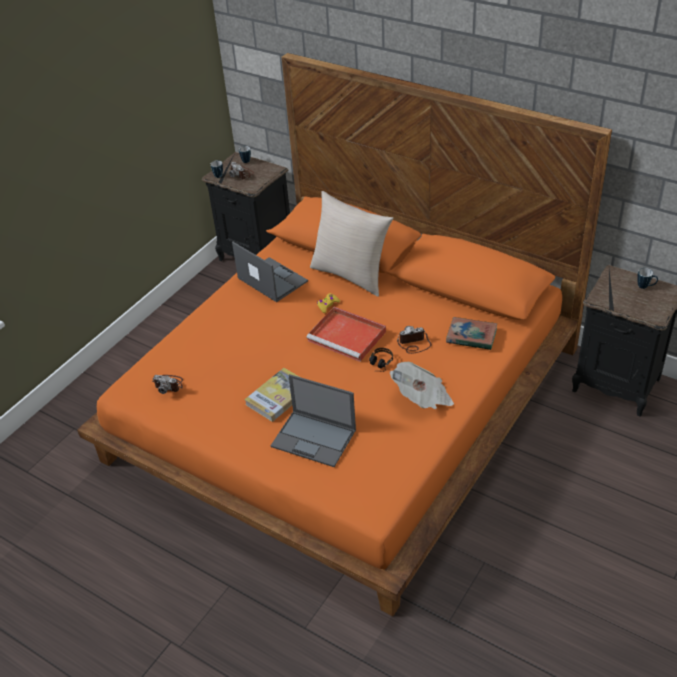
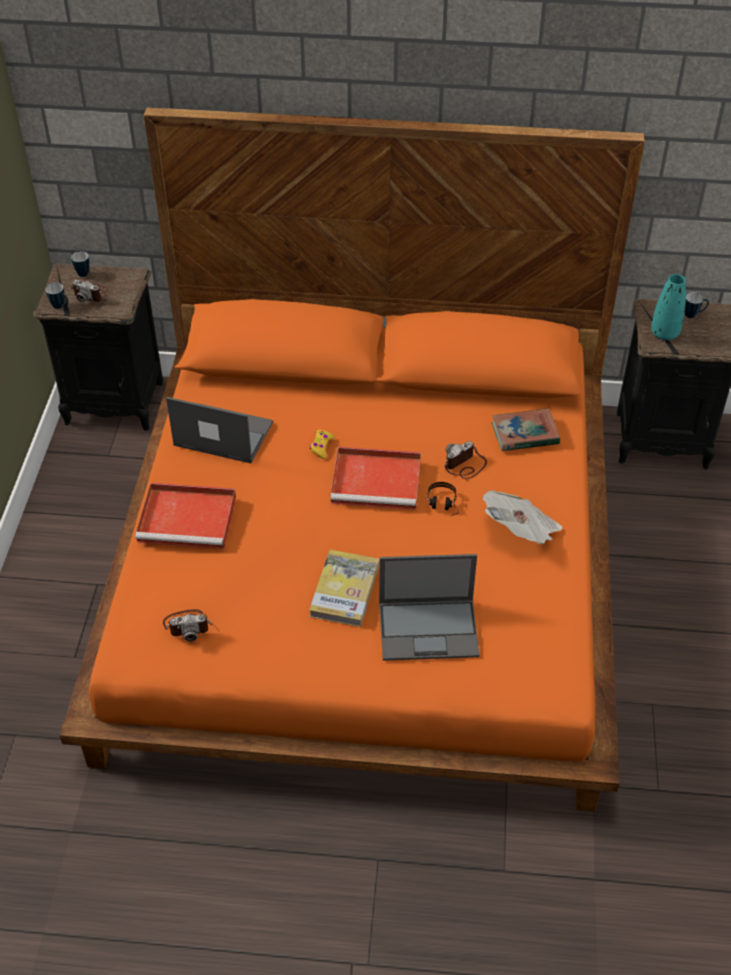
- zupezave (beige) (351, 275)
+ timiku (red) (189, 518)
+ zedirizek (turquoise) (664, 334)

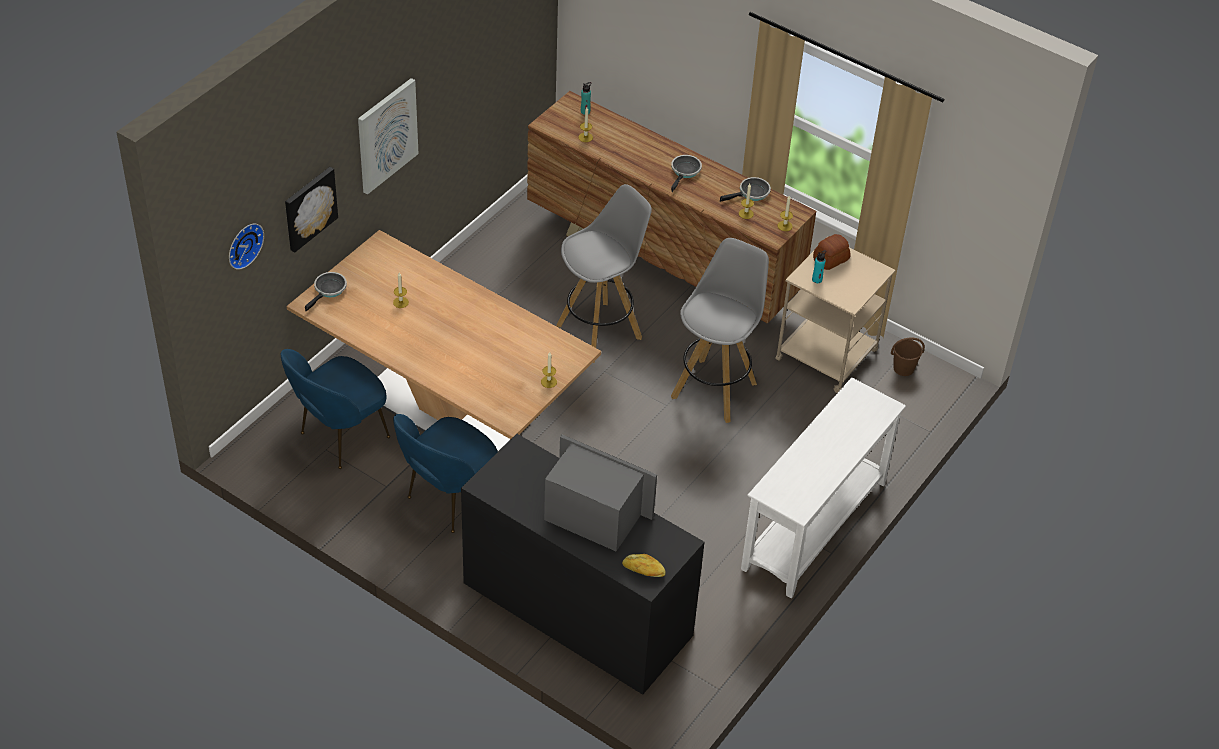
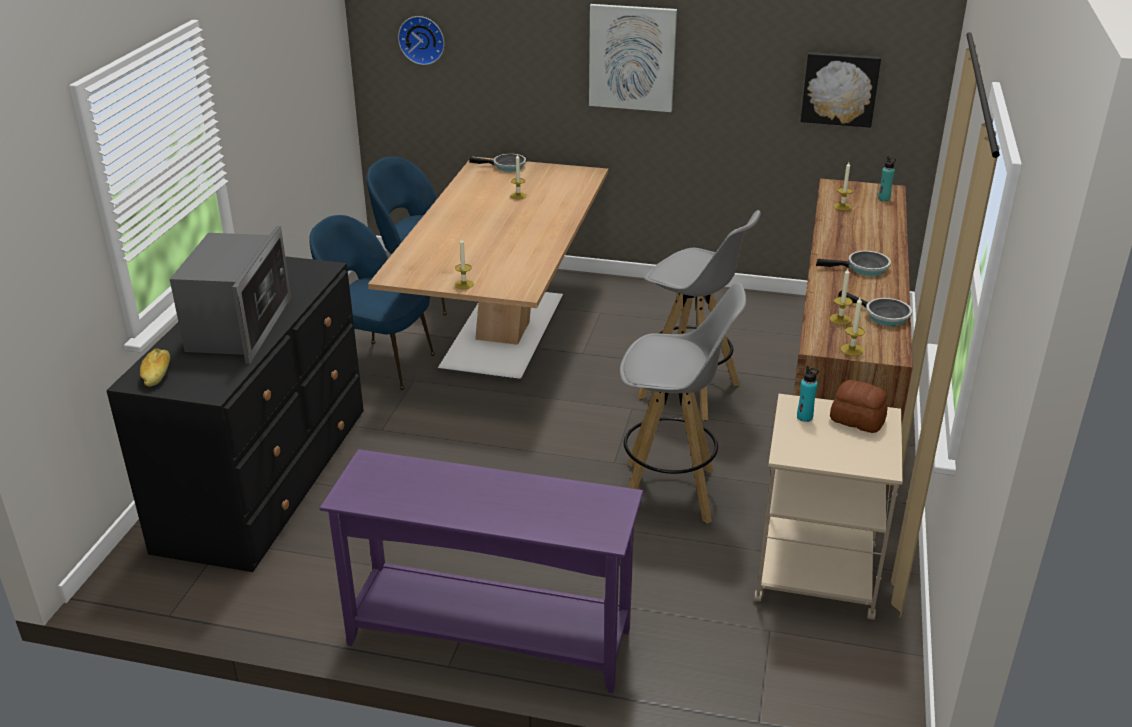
- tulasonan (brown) (904, 368)
~ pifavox (309, 208) to (840, 88)
~ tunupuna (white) (814, 527) to tunupuna (purple) (488, 637)

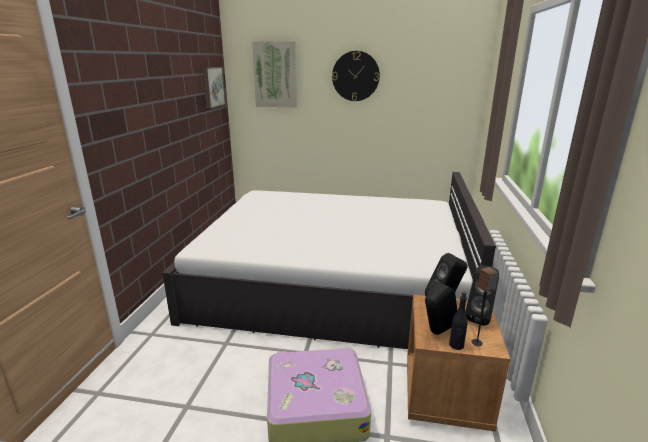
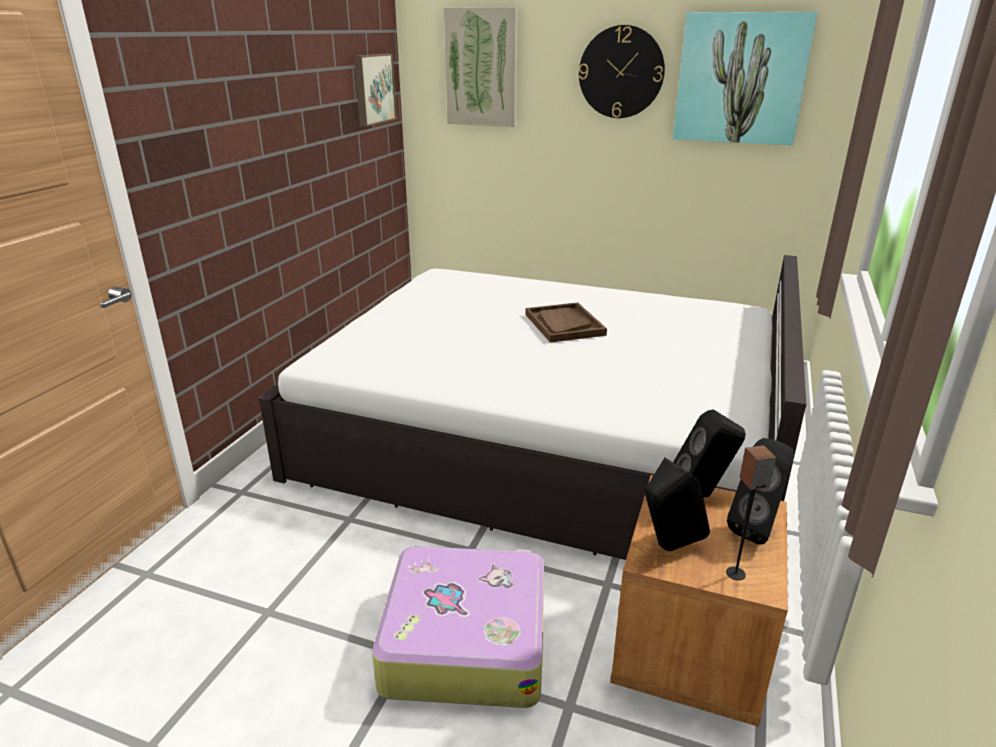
- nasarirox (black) (456, 345)
+ timiku (brown) (564, 324)
+ pifavox (740, 79)

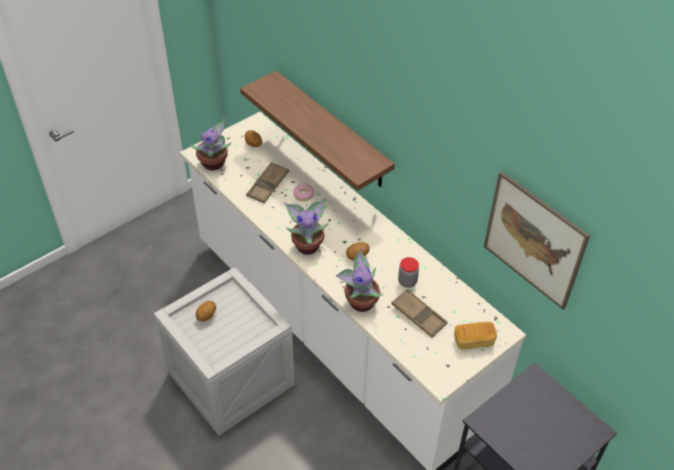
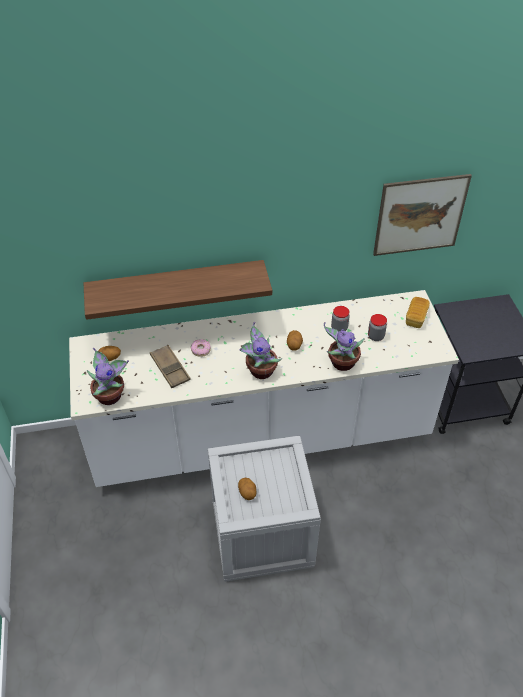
~ timiku (brown) (418, 315) to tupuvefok (375, 336)

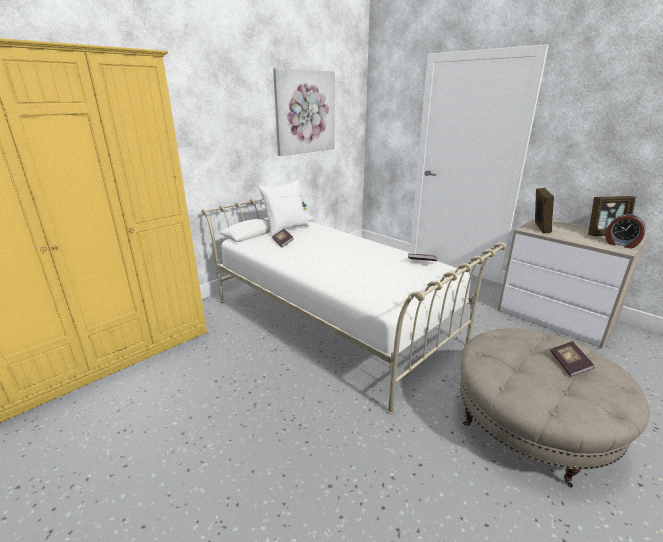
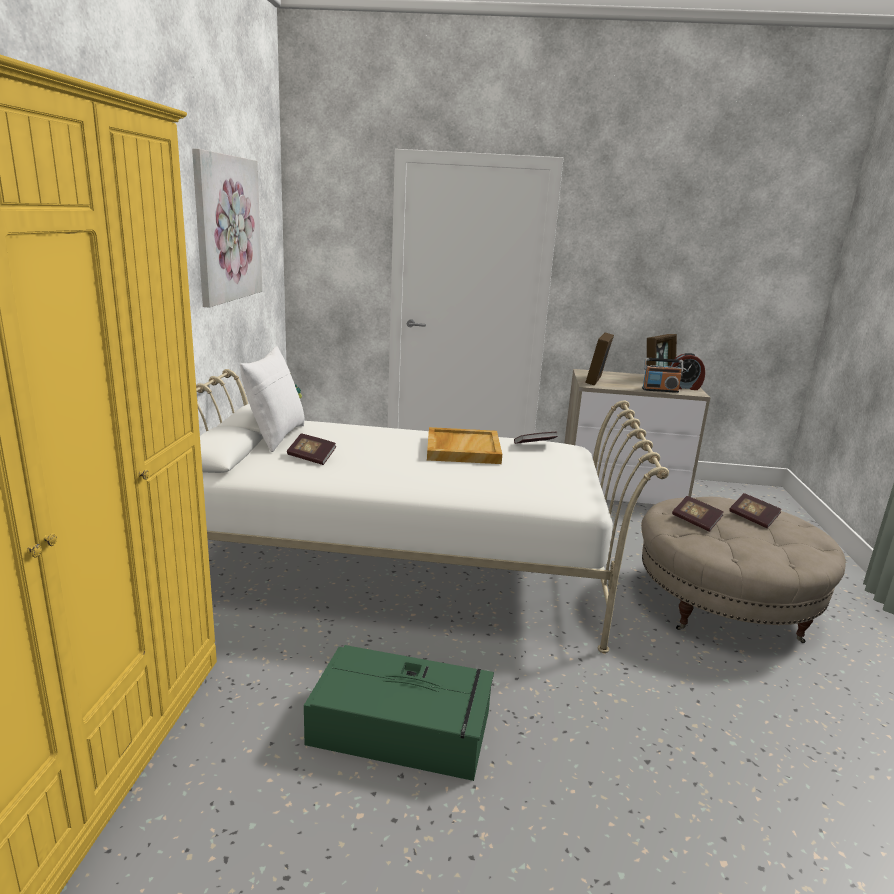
+ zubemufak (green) (403, 728)
+ timiku (beige) (462, 449)
+ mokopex (660, 390)
+ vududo (695, 521)
~ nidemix (539, 227) = (596, 381) 135 degrees counterclockwise

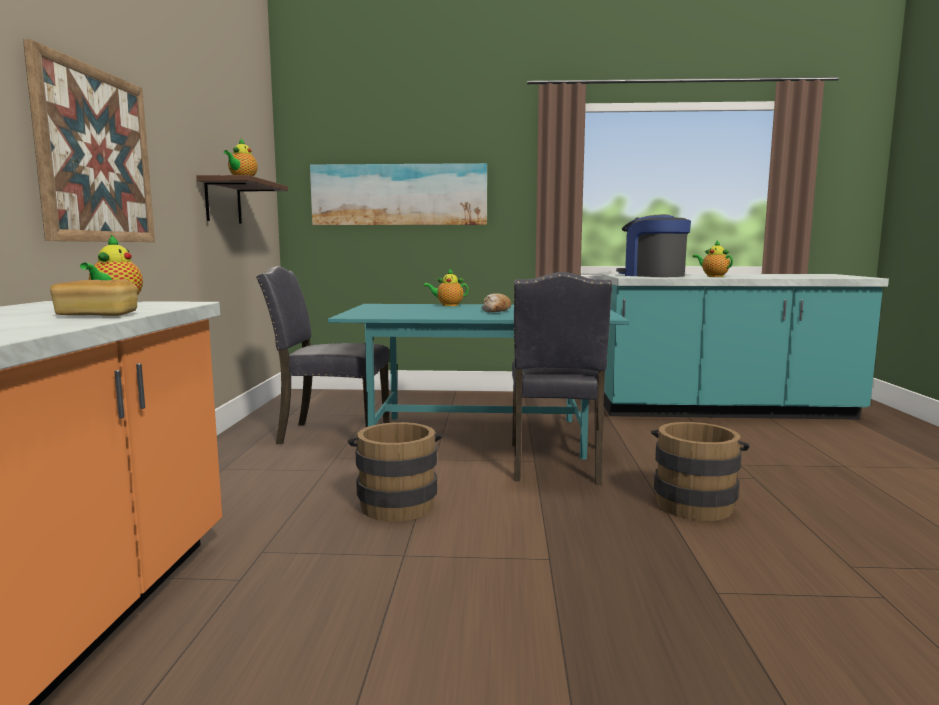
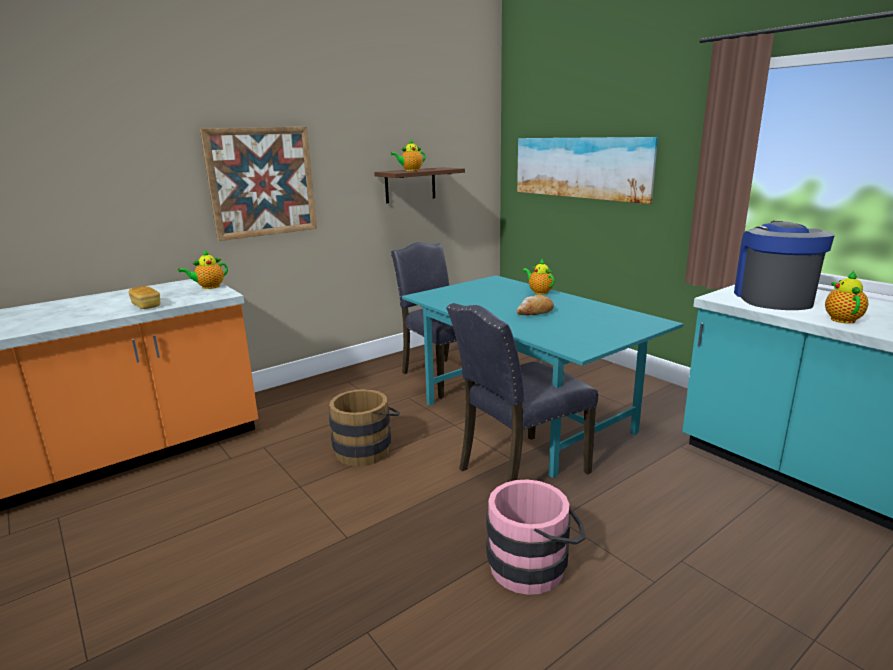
~ tulasonan (brown) (695, 502) to tulasonan (pink) (534, 565)

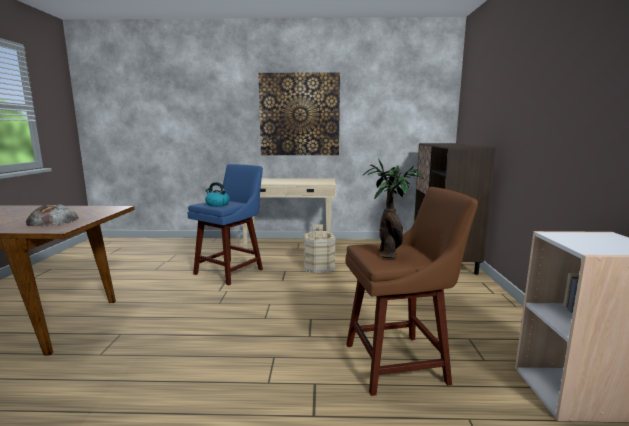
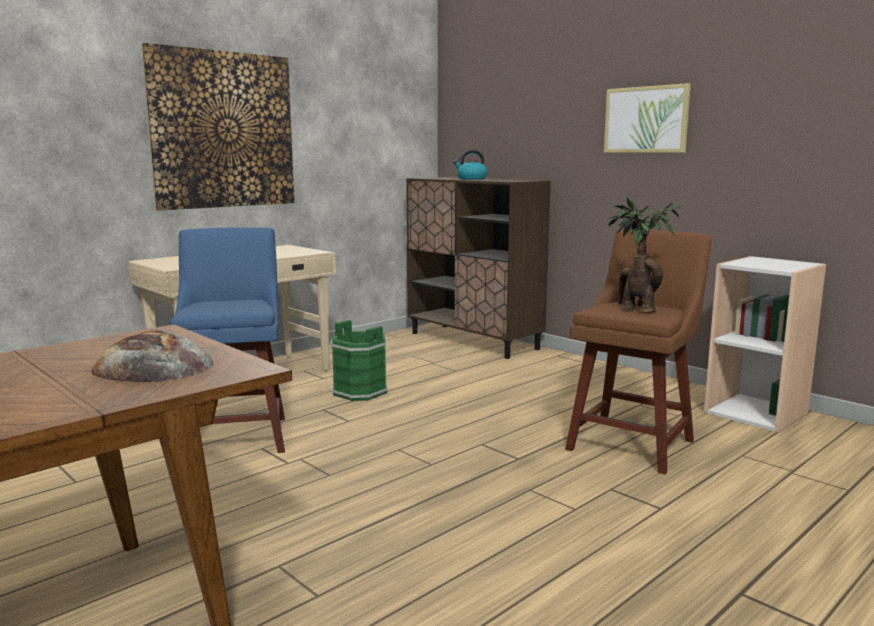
+ pifavox (646, 120)
~ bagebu (217, 204) to (471, 179)
~ tulasonan (beige) (319, 267) to tulasonan (green) (360, 391)

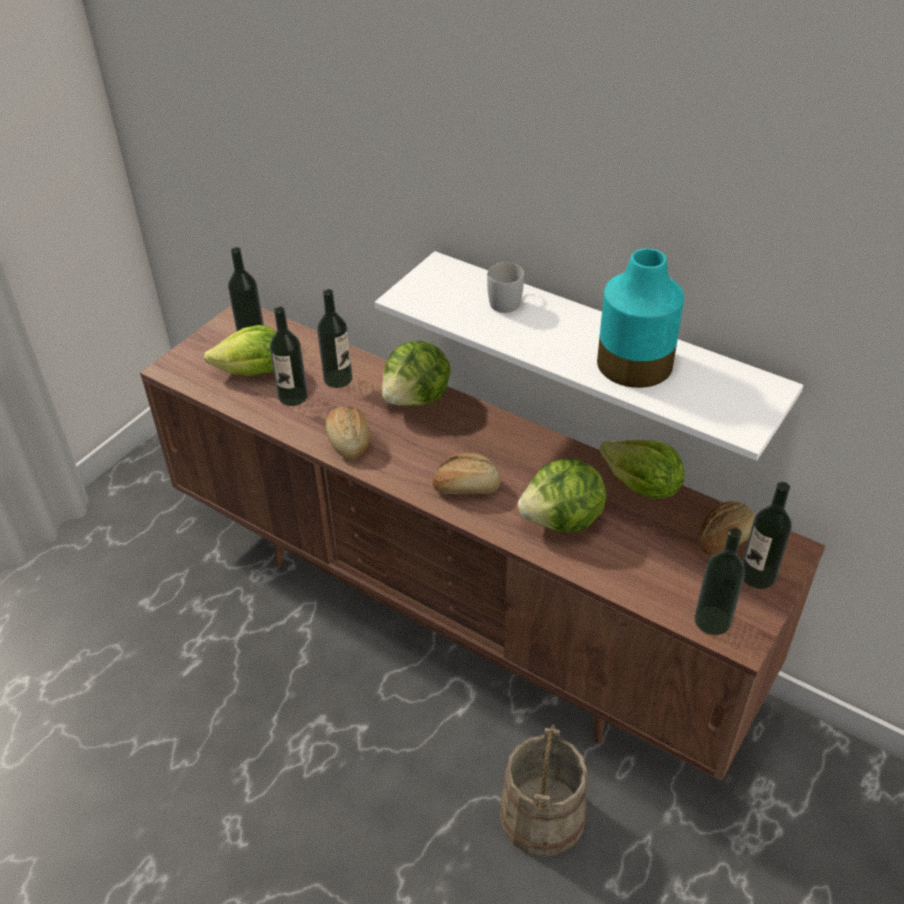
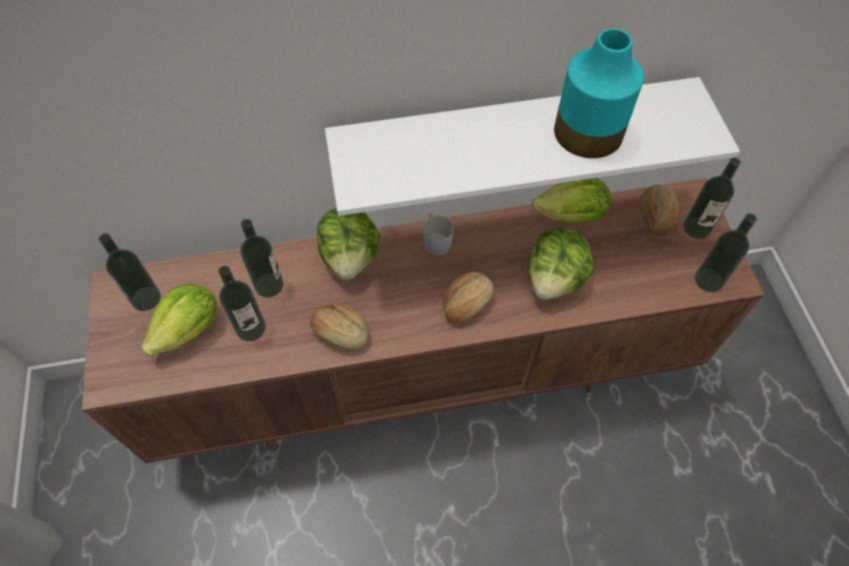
- tulasonan (beige) (543, 816)
~ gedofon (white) (508, 300) to (436, 241)

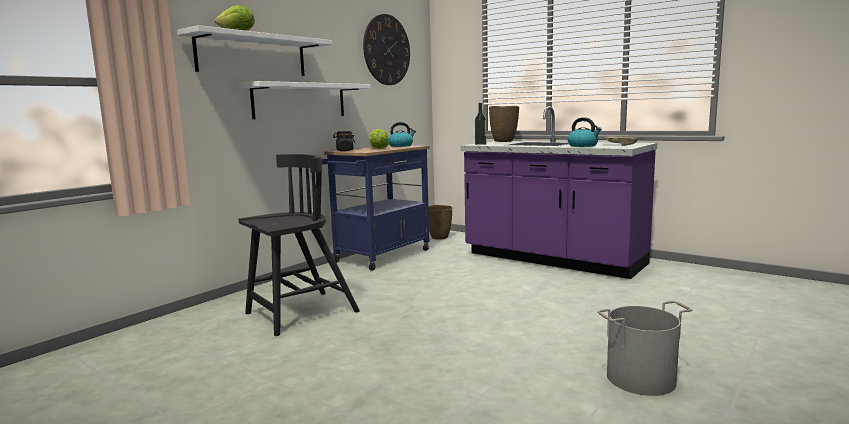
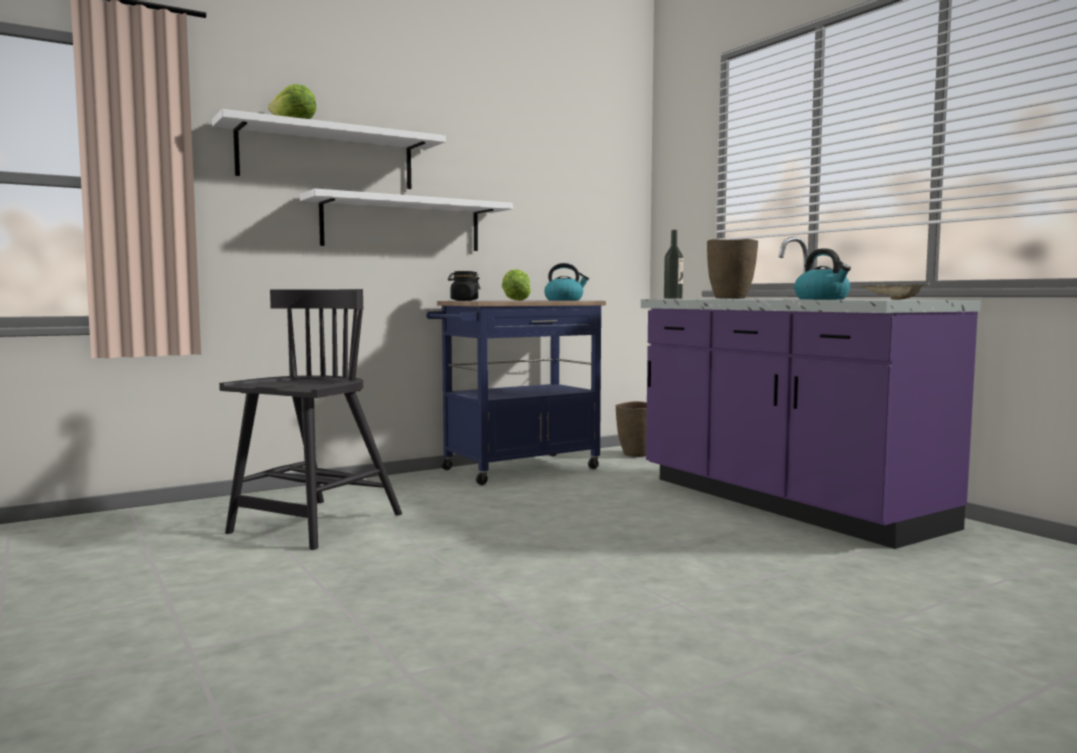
- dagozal (387, 50)
- tulasonan (grey) (641, 379)
~ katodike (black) (299, 313) = (314, 524) 45 degrees counterclockwise

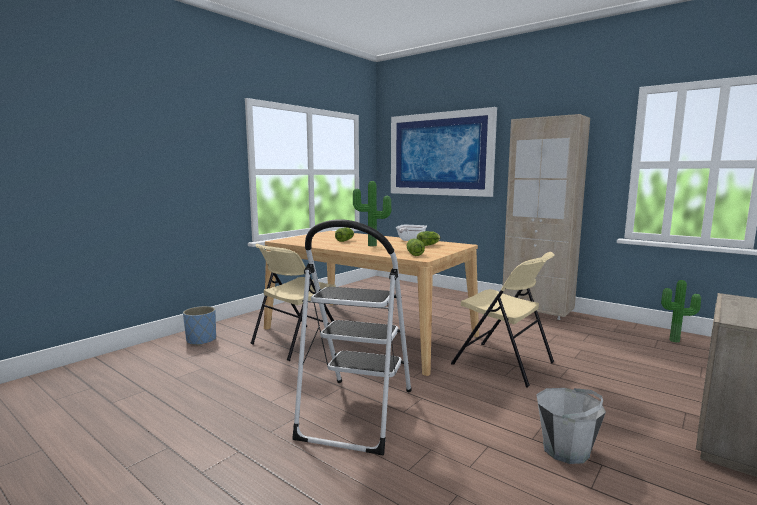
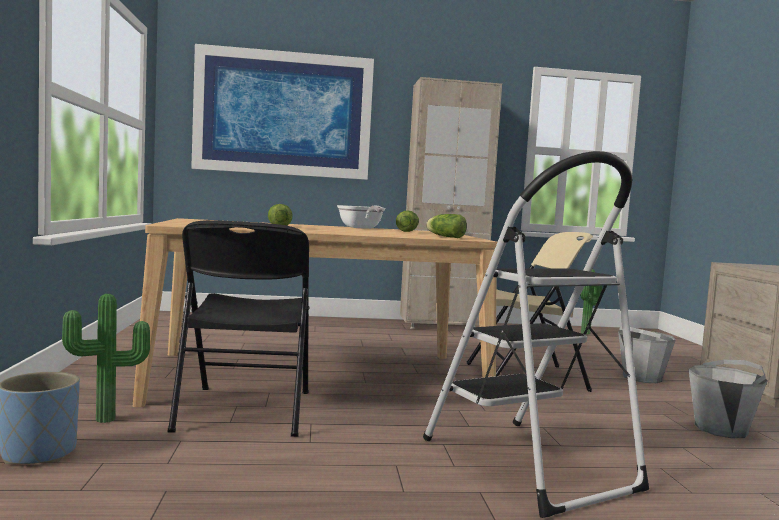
+ tulasonan (grey) (641, 377)
~ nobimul (372, 245) to (106, 420)
~ katodike (beige) (297, 342) to katodike (black) (244, 411)

